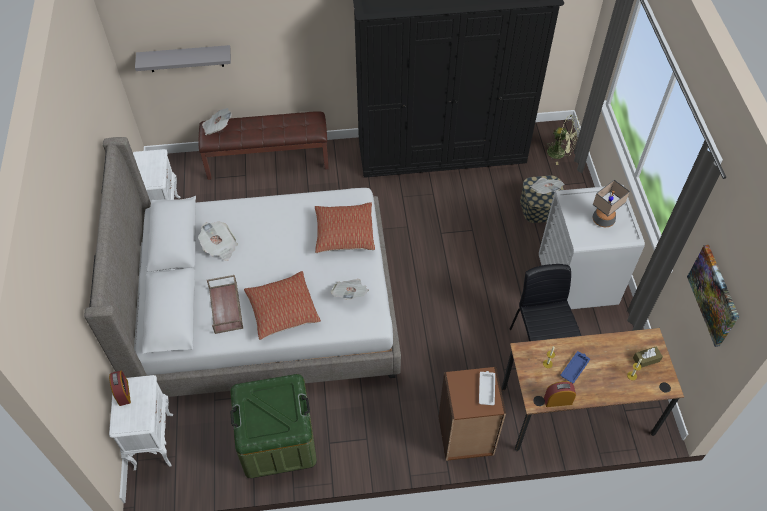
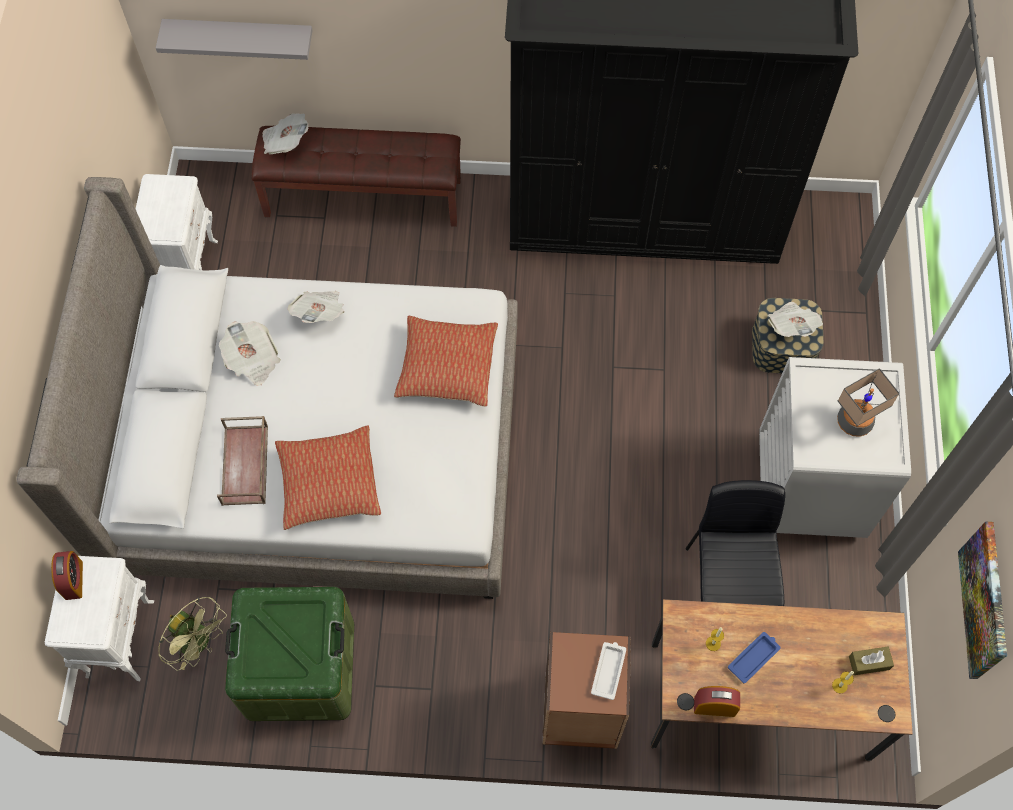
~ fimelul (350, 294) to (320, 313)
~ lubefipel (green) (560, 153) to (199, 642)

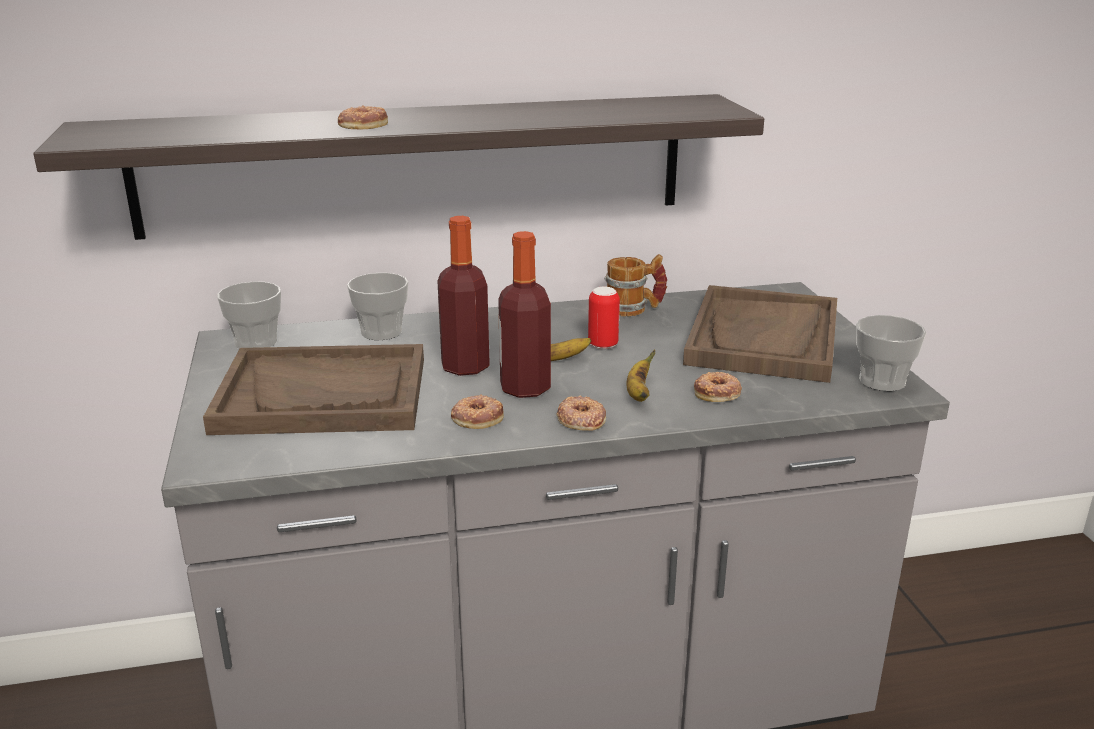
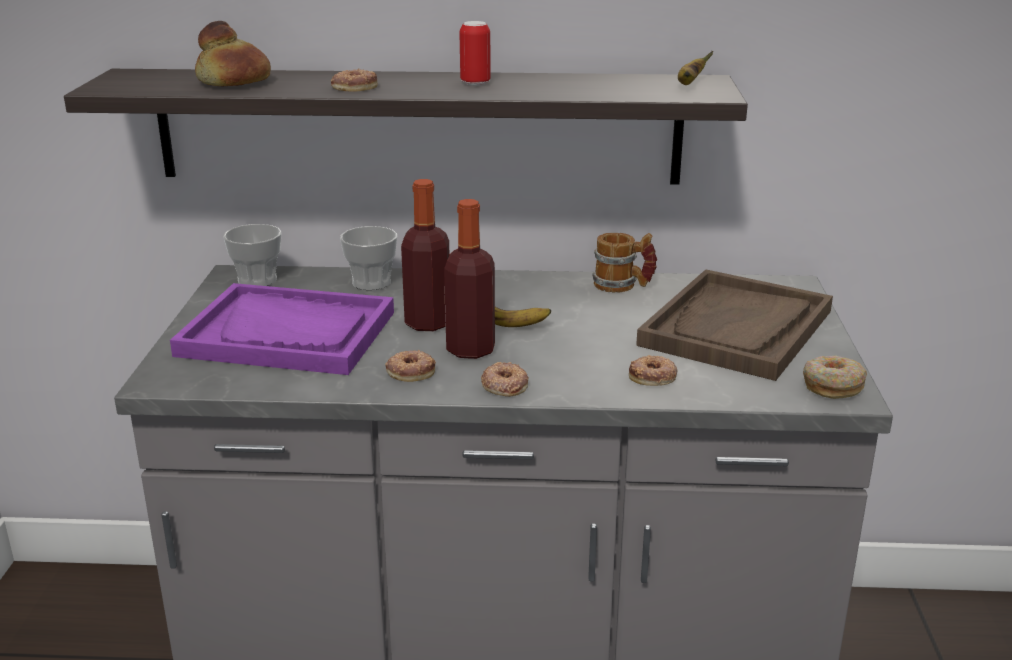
+ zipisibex (233, 82)
~ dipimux (603, 345) to (475, 83)
~ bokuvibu (638, 393) to (689, 84)
~ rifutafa (882, 381) to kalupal (832, 386)
~ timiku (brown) (323, 395) to timiku (purple) (288, 334)

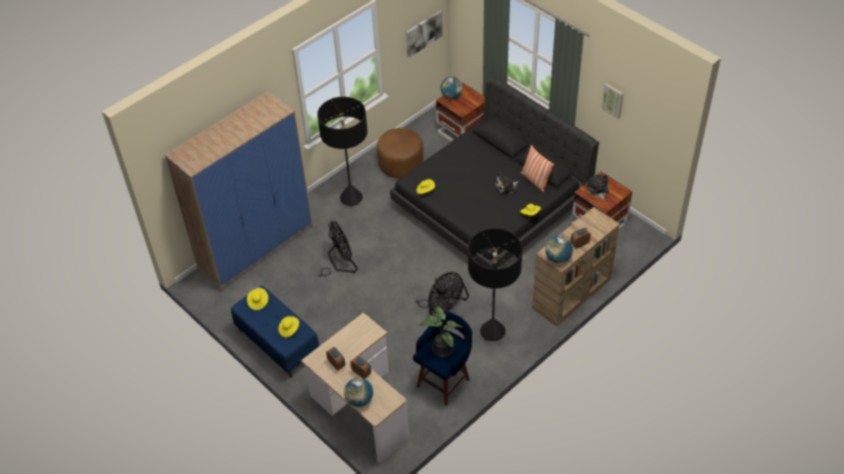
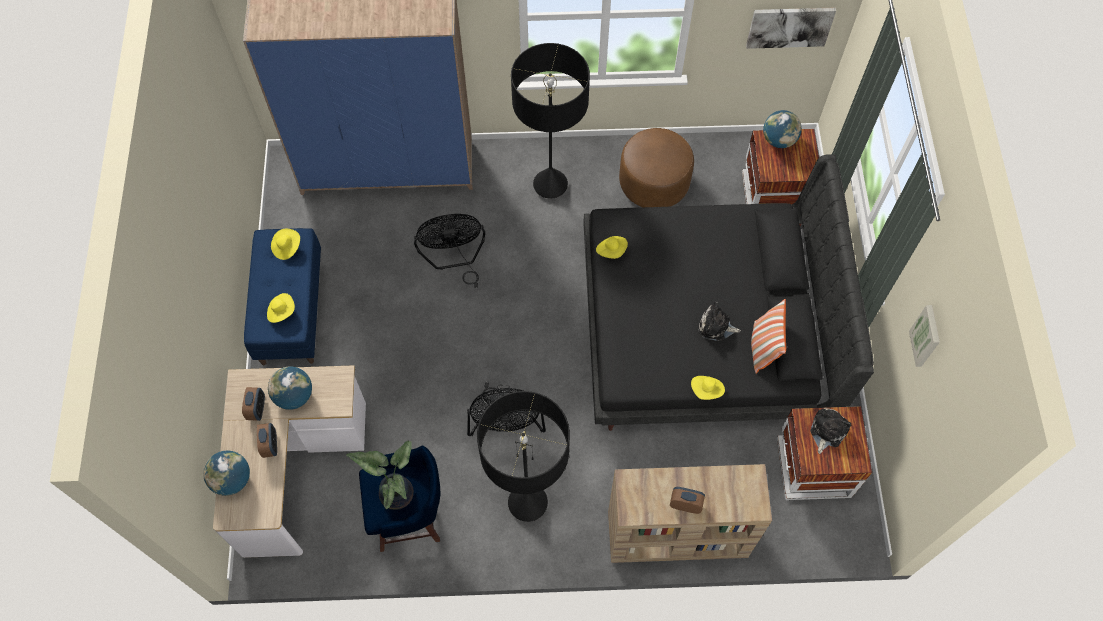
~ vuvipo (558, 258) to (294, 396)
~ lubefipel (black) (338, 261) = (455, 257) 120 degrees counterclockwise

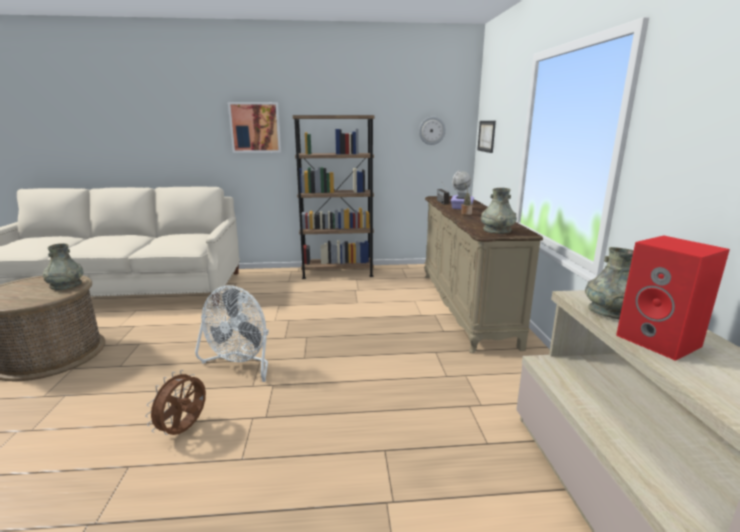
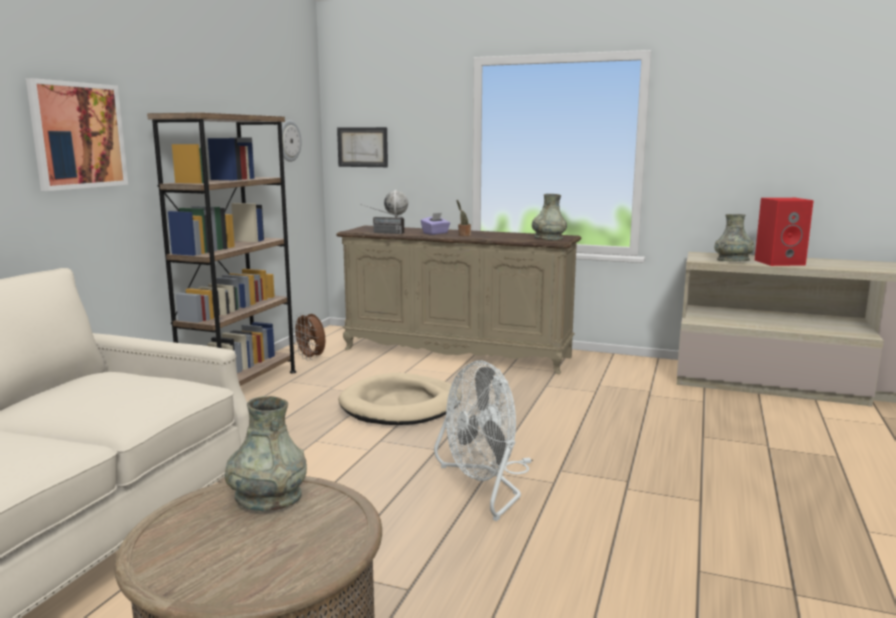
+ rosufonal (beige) (401, 405)
~ lubefipel (brown) (184, 430) to (311, 358)
~ lubefipel (white) (241, 363) = (487, 484) 105 degrees clockwise

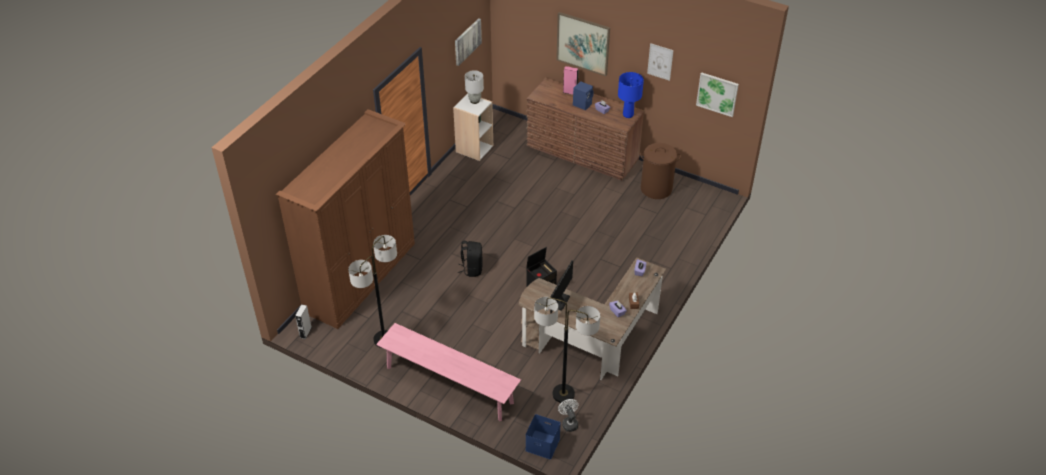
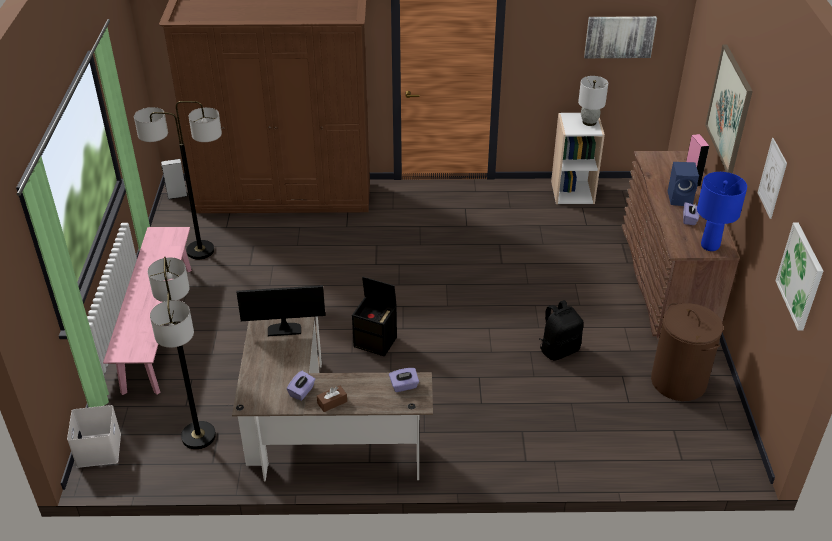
- lubefipel (white) (569, 423)
~ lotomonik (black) (472, 269) to (559, 349)
~ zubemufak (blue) (541, 445) to zubemufak (white) (98, 449)

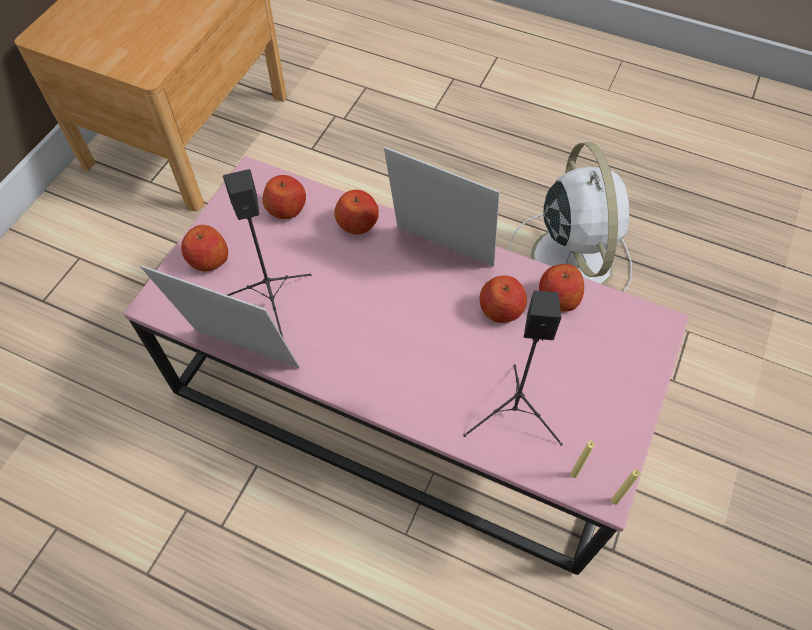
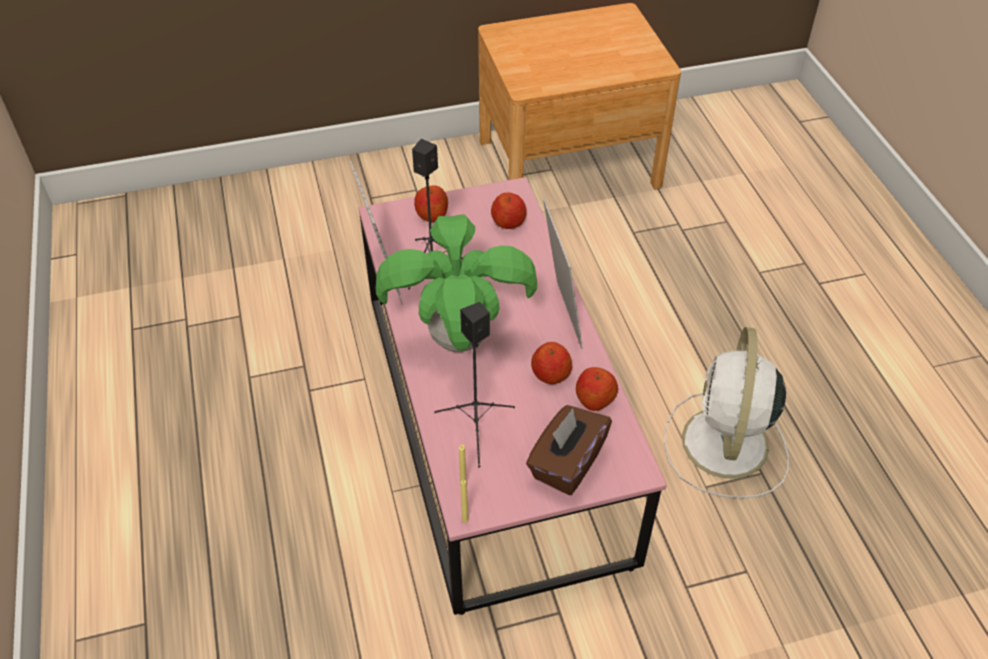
- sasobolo (358, 223)
+ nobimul (460, 340)
+ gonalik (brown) (566, 463)
~ lubefipel (white) (571, 257) = (724, 446) 150 degrees clockwise

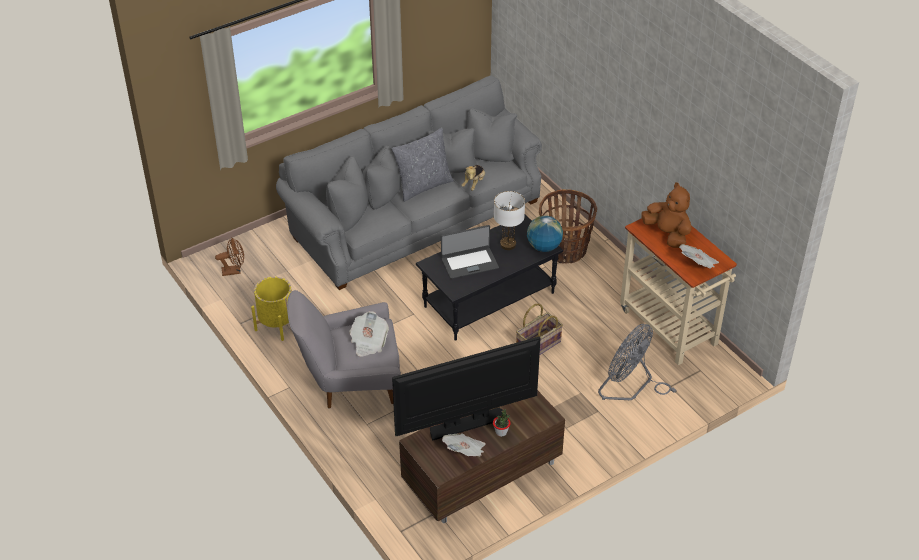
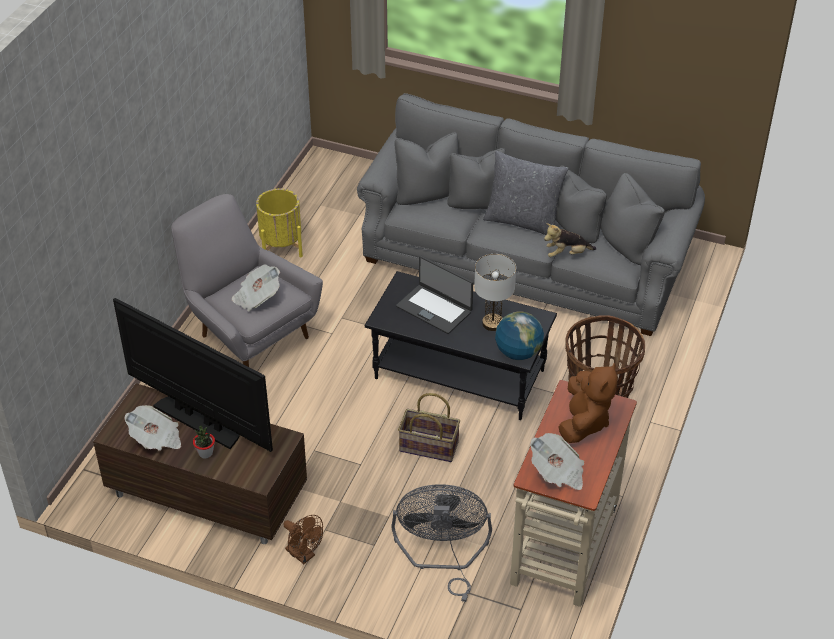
~ lubefipel (brown) (234, 271) to (304, 555)

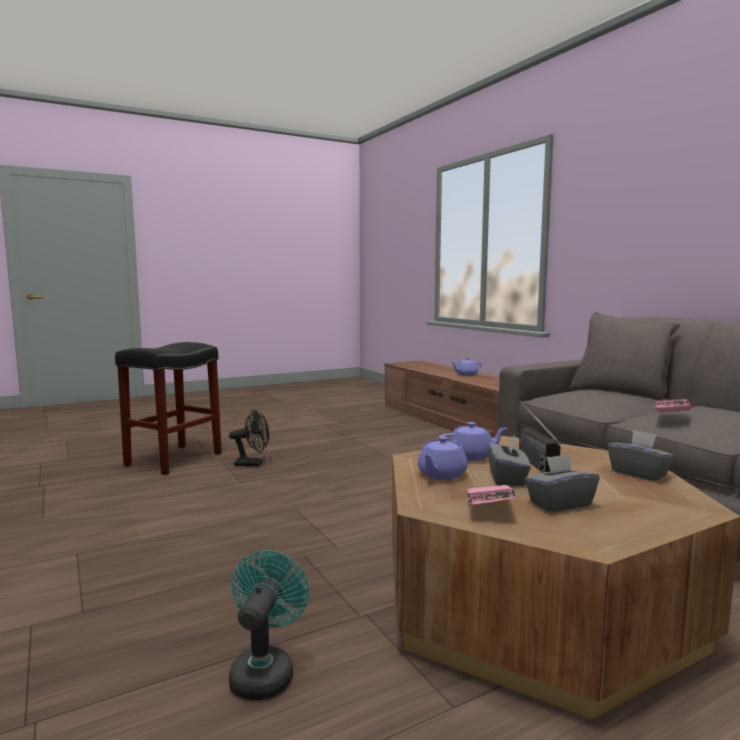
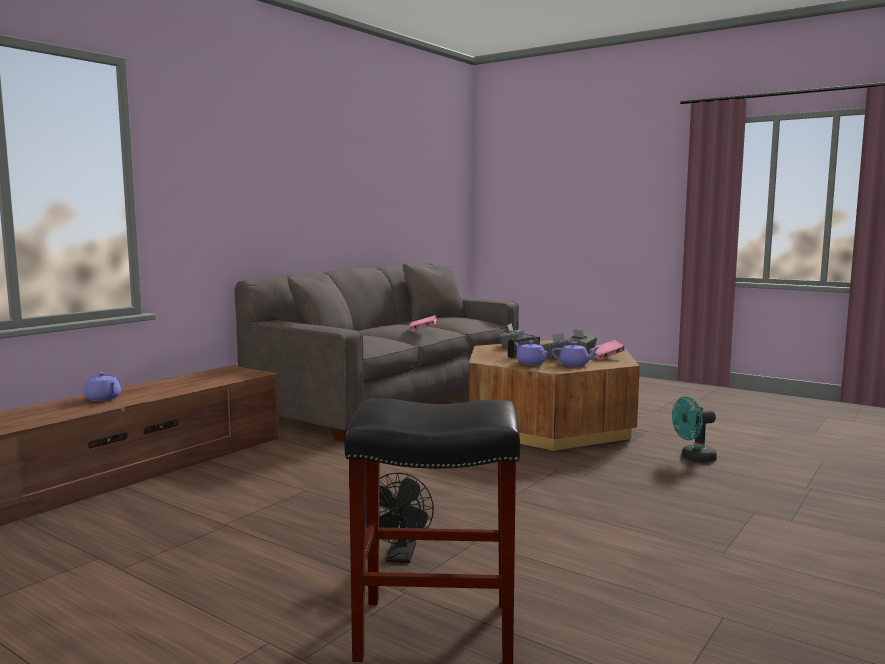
~ lubefipel (black) (253, 464) = (401, 557) 150 degrees counterclockwise

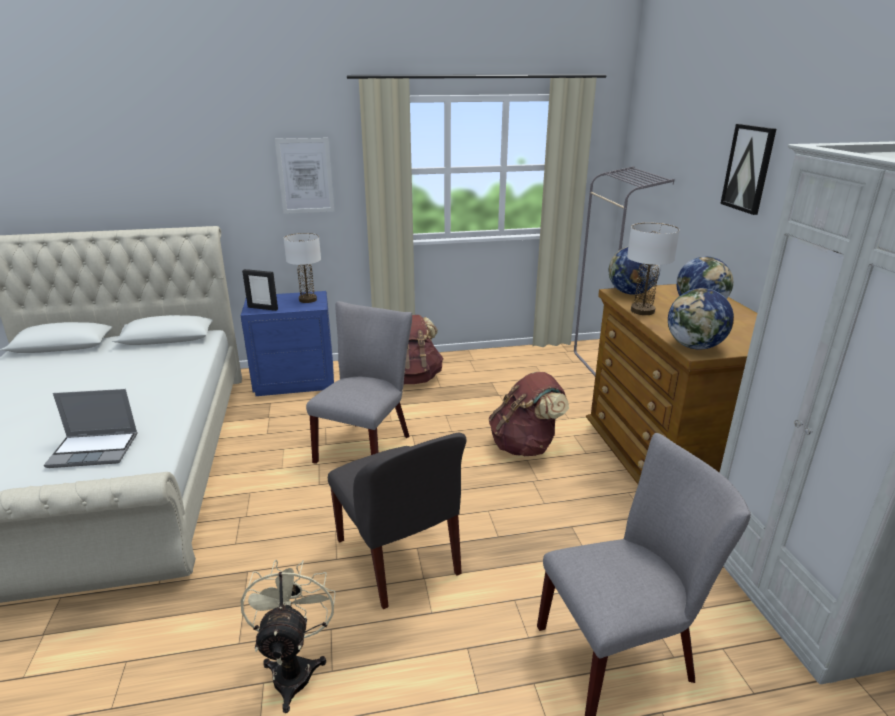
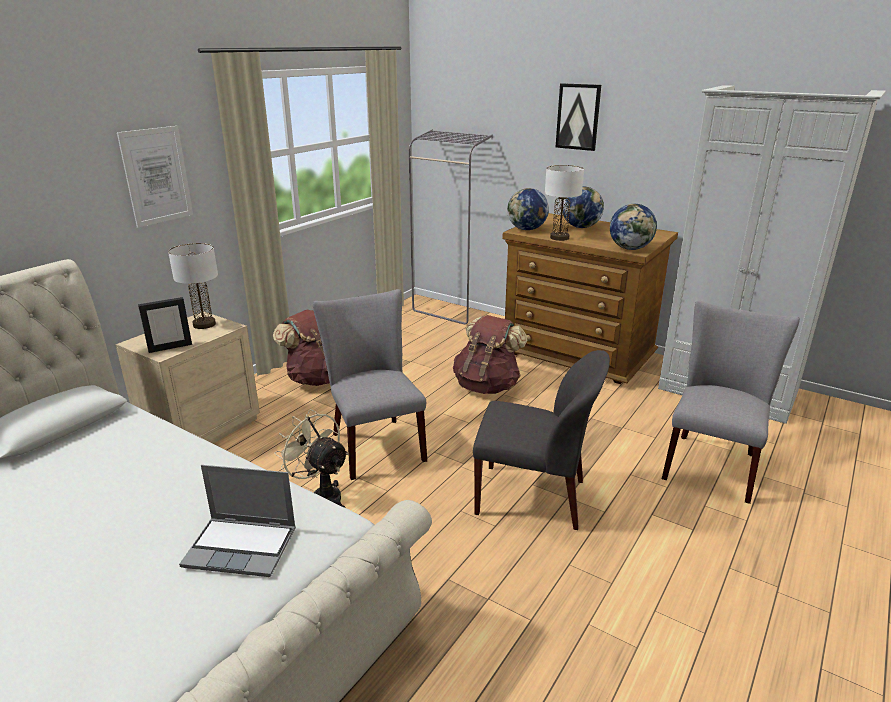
~ lubefipel (beige) (294, 668) to (321, 496)
~ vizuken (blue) (295, 380) to vizuken (beige) (200, 429)
~ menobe (95, 450) = (243, 547) 60 degrees clockwise

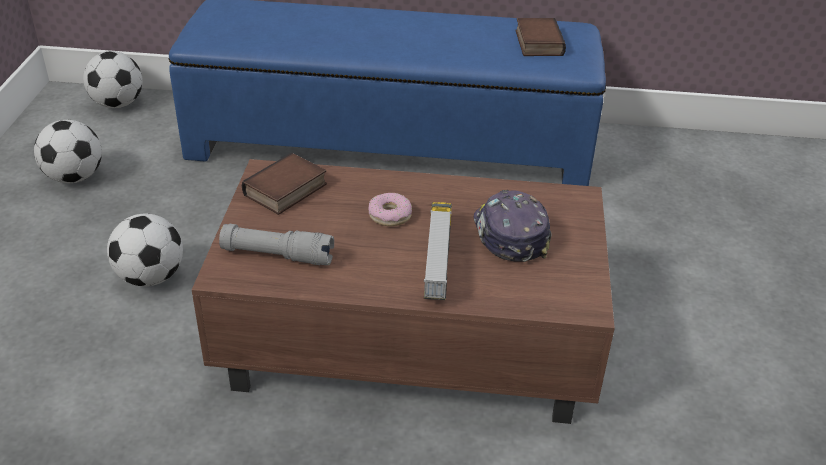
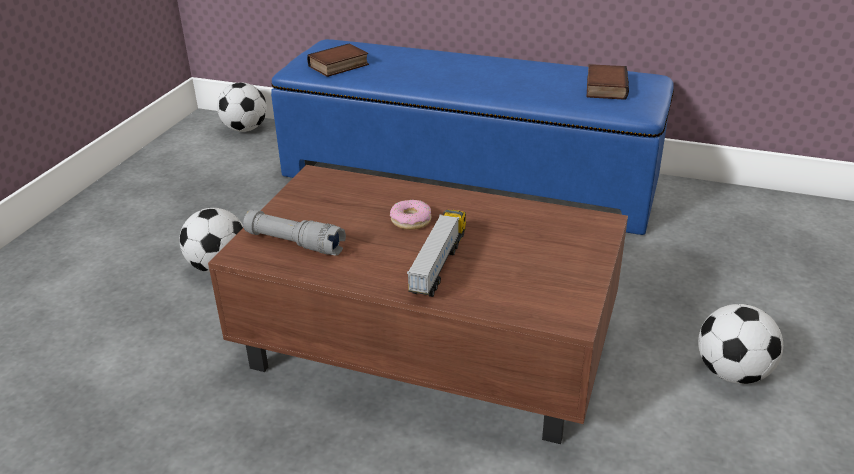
- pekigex (509, 235)
~ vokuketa (74, 177) to (732, 373)
~ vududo (286, 191) to (338, 66)

